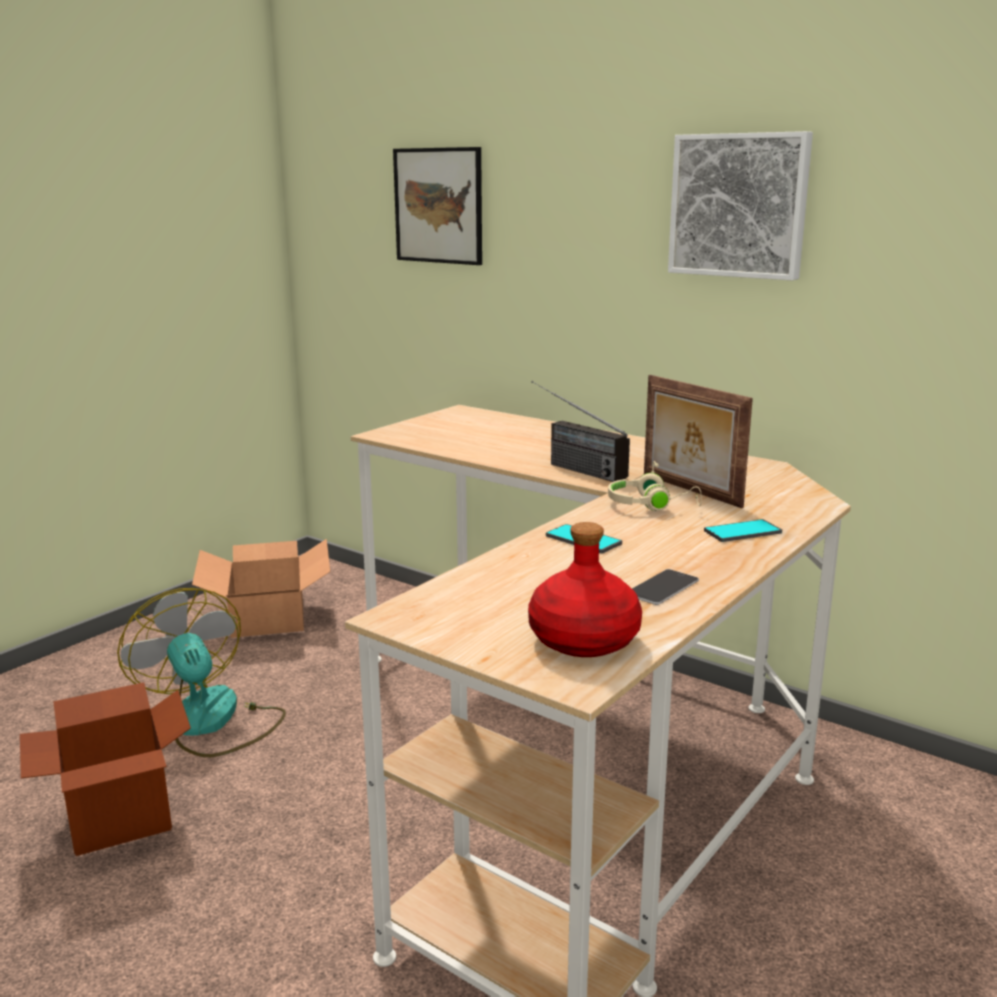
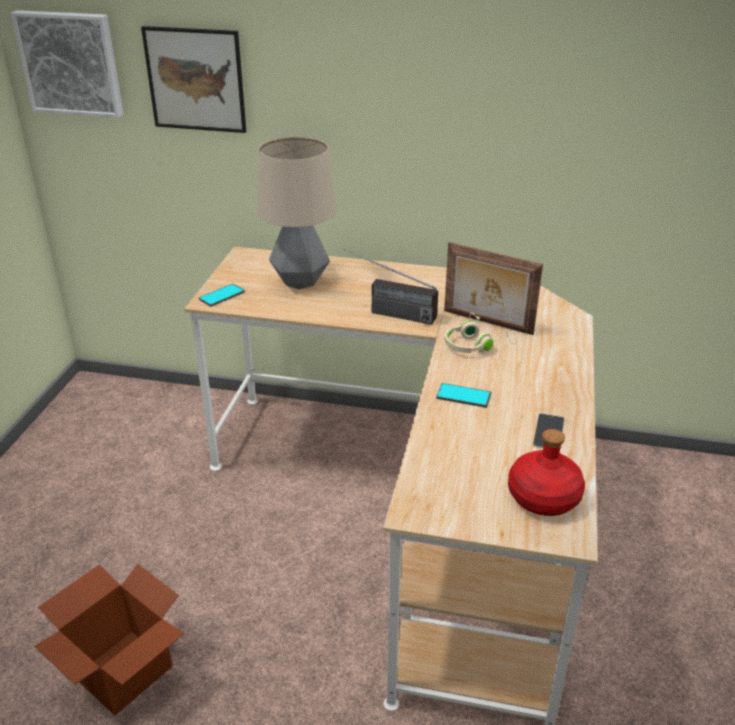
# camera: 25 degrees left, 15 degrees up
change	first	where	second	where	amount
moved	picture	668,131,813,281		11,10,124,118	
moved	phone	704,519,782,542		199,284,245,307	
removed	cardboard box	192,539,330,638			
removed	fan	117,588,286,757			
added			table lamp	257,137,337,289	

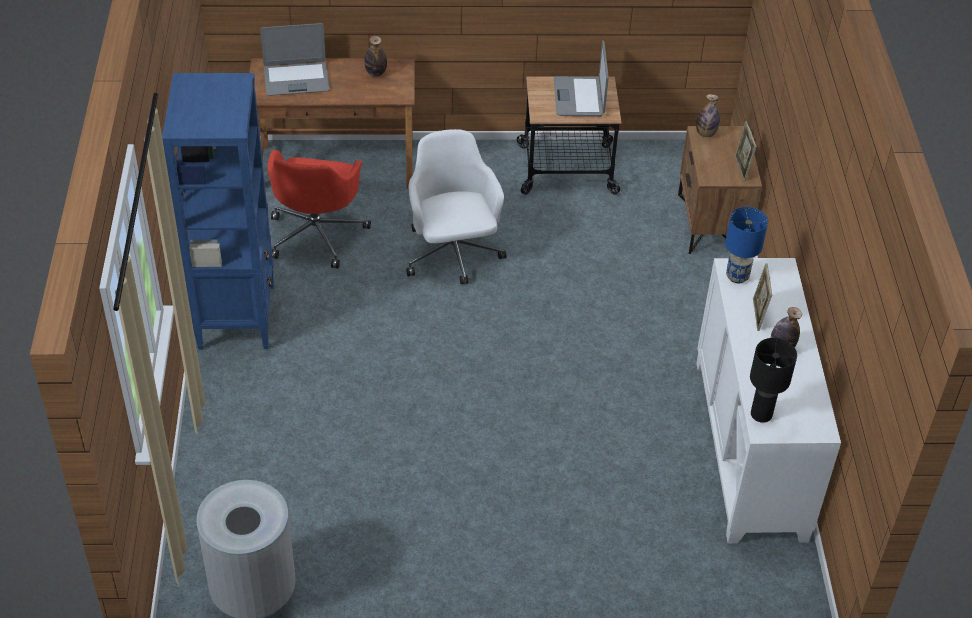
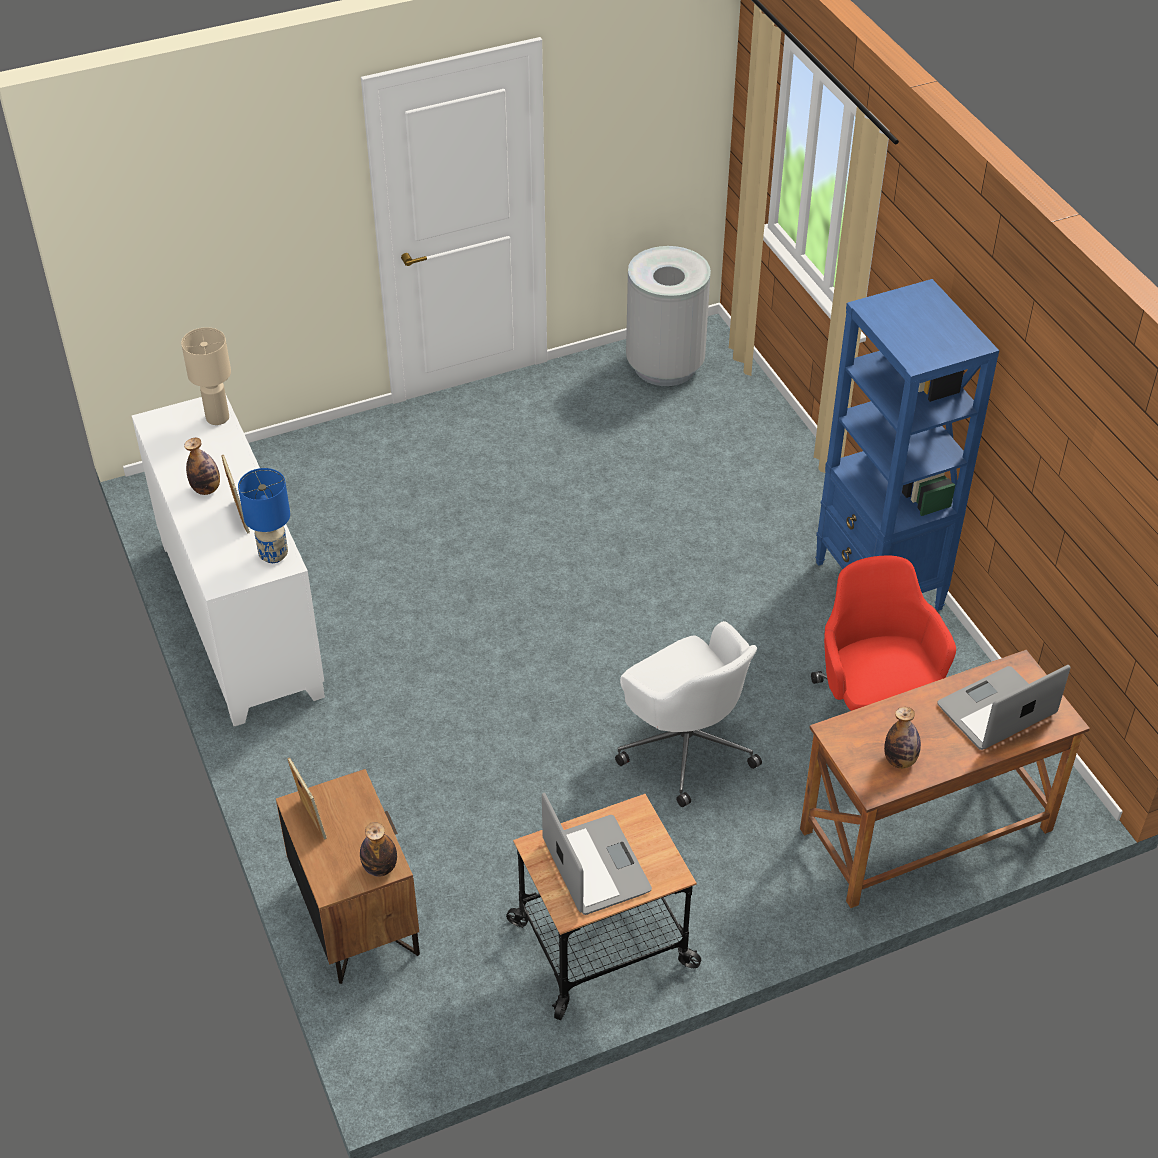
# camera: 160 degrees right, 0 degrees up
change	first	where	second	where	amount
recoloured	table lamp (black)	750,338,797,423	table lamp (beige)	181,327,231,425	

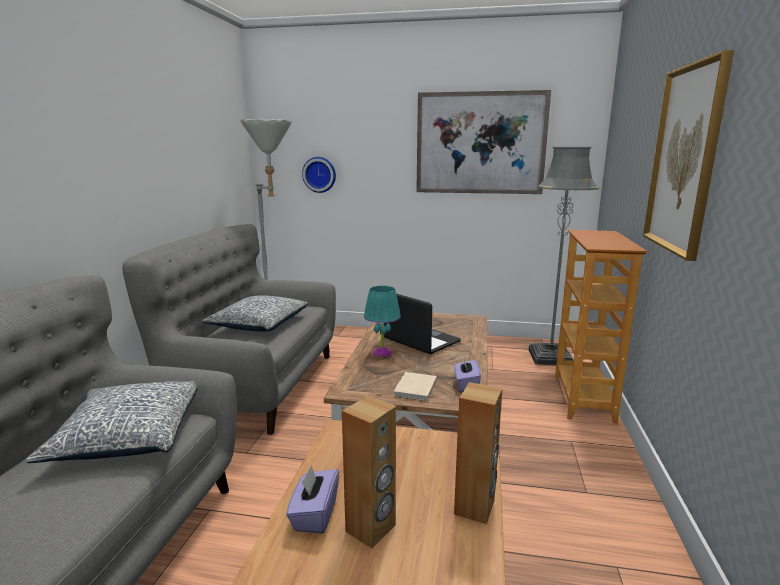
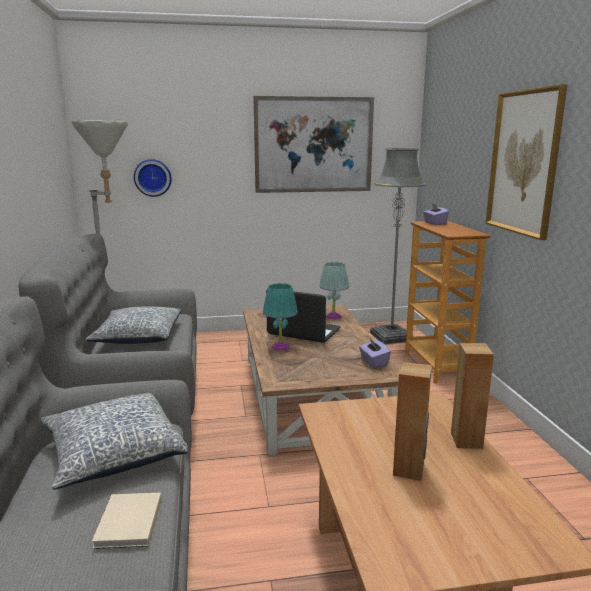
# camera: 20 degrees left, 0 degrees up
change	first	where	second	where	amount
moved	book (beige)	394,372,437,401		92,493,161,549	
moved	tissue box (purple)	286,466,339,534		423,203,449,225	
added			table lamp (turquoise)	319,262,349,319	

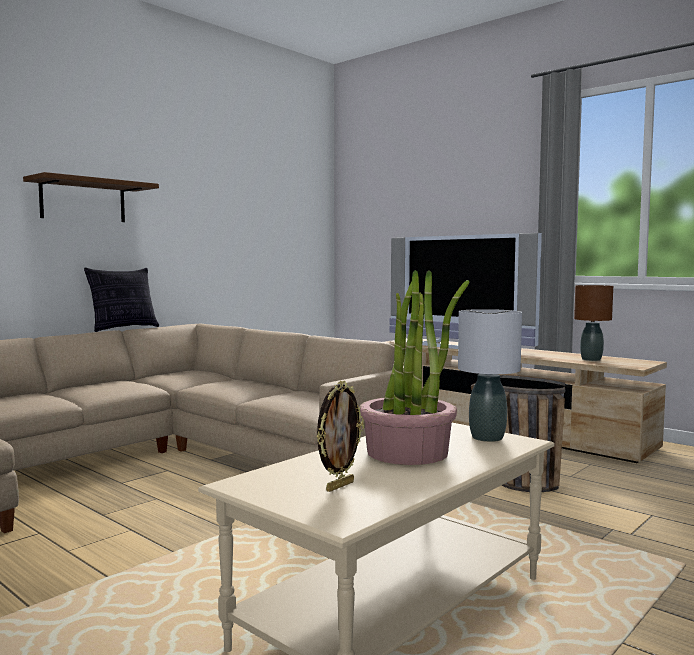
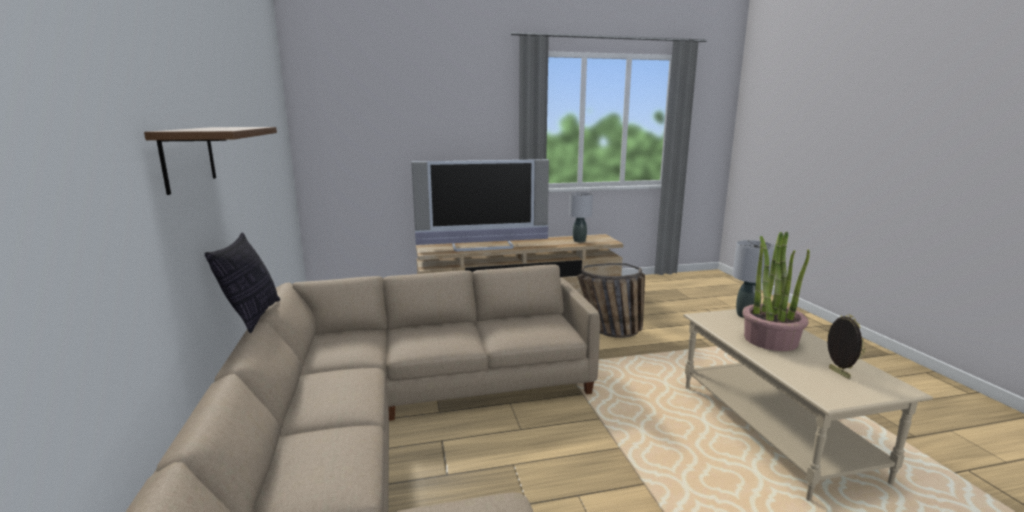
# camera: 55 degrees left, 10 degrees up
change	first	where	second	where	amount
recoloured	table lamp (brown)	574,285,613,361	table lamp (grey)	569,192,593,242	

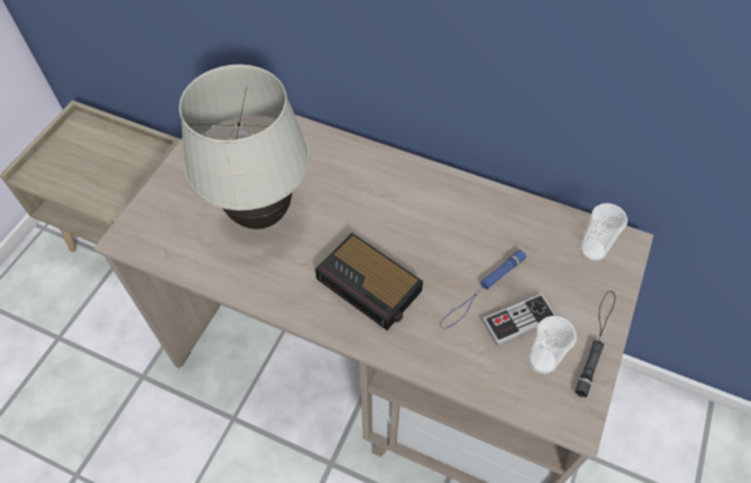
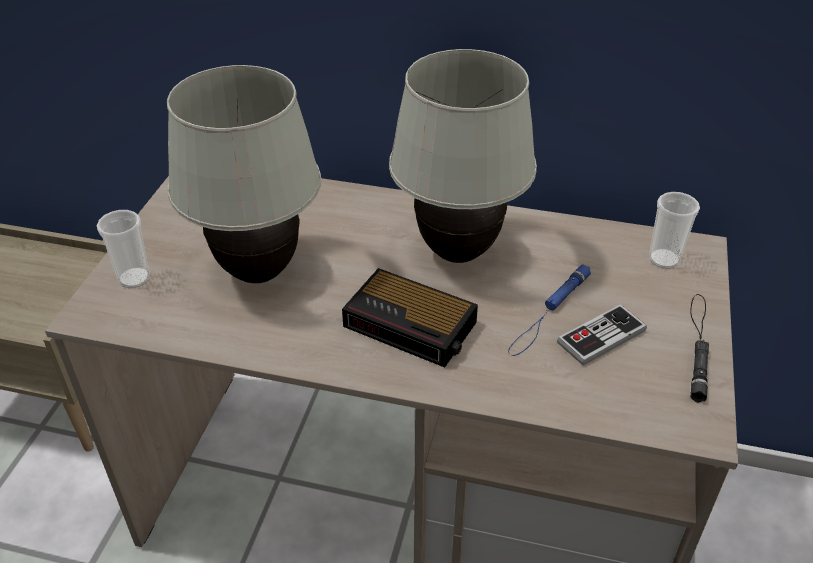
# camera: 10 degrees left, 15 degrees down
change	first	where	second	where	amount
moved	cup	528,316,577,374		97,210,150,288	
added			table lamp (white)	389,49,537,263	

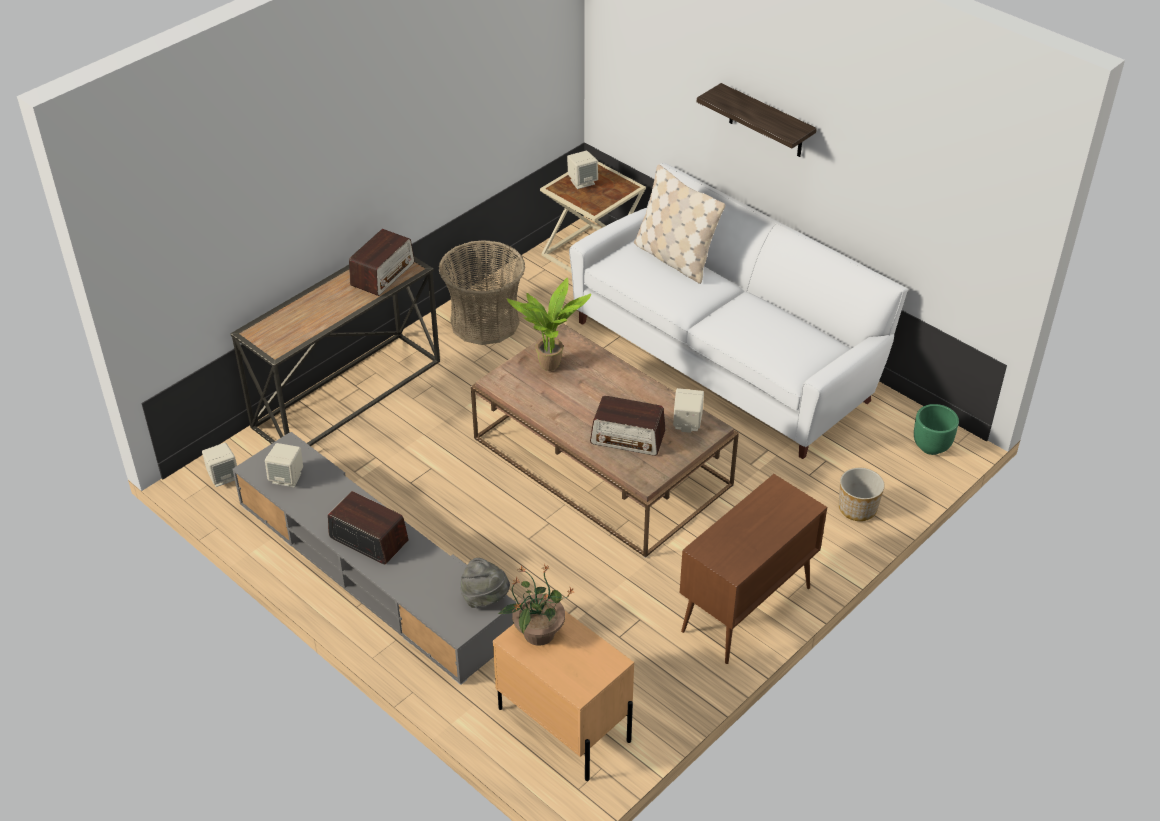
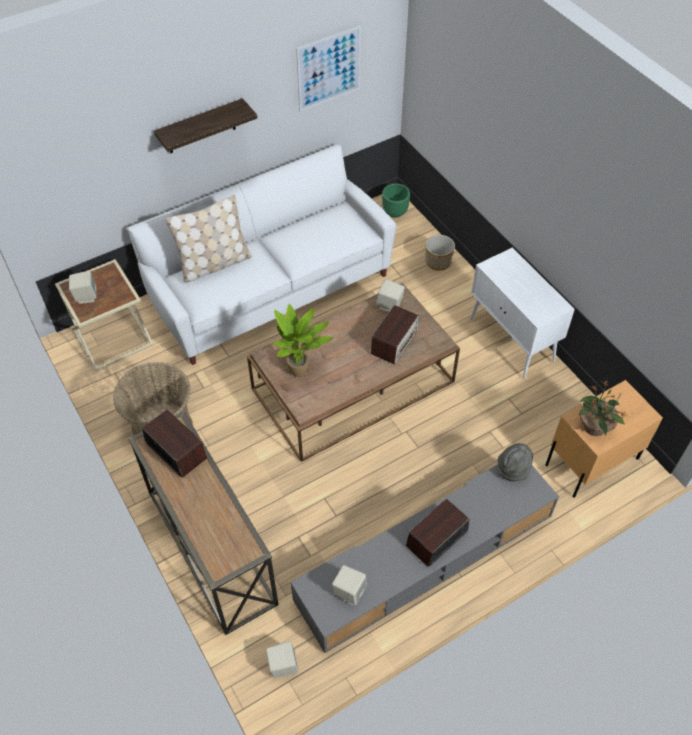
# camera: 75 degrees left, 10 degrees up
change	first	where	second	where	amount
recoloured	cabinet (brown)	680,474,827,664	cabinet (white)	470,247,575,379	
added			picture	296,26,361,112	

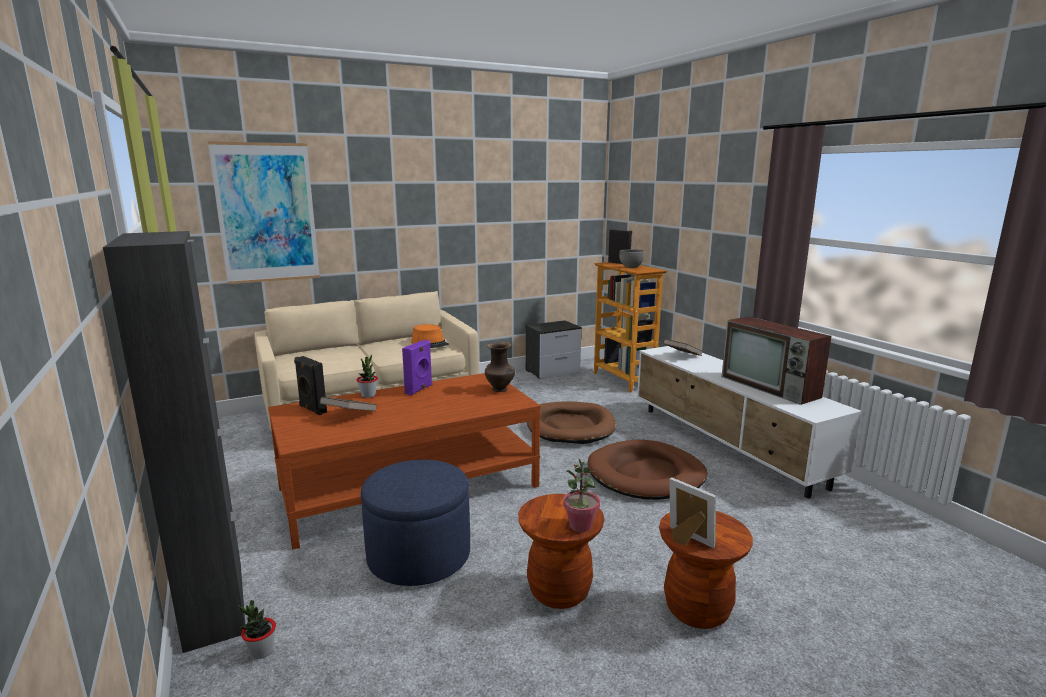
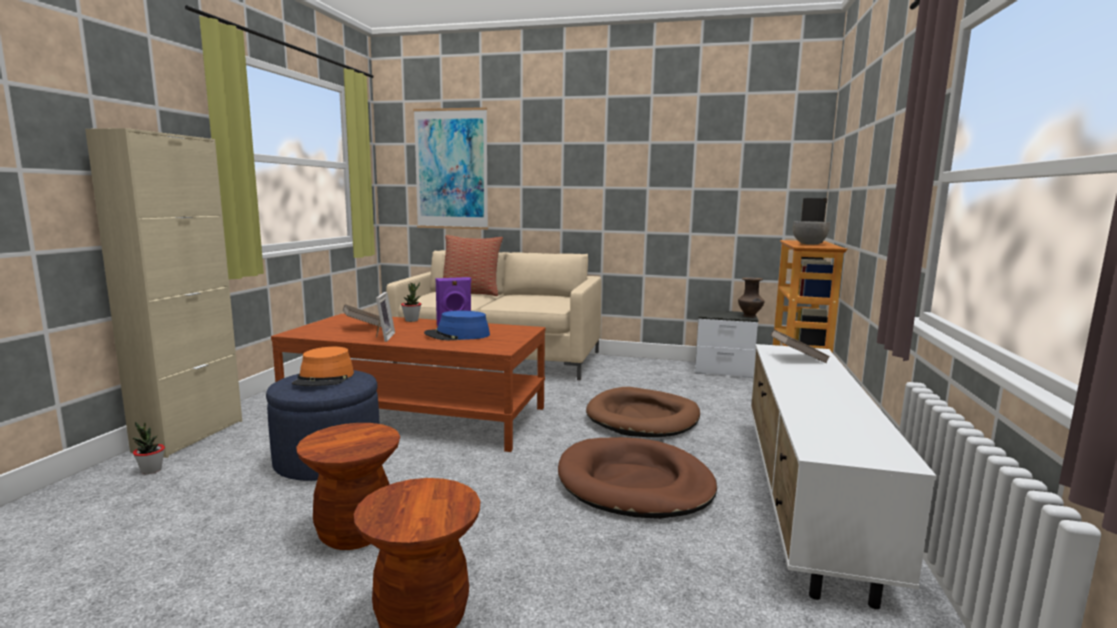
# camera: 40 degrees right, 5 degrees down
change	first	where	second	where	amount
recoloured	cabinet (black)	103,231,245,653	cabinet (beige)	85,128,242,458	
removed	television	722,316,831,405			
moved	hat (orange)	411,324,449,348		292,347,354,386	
moved	vase (brown)	485,342,515,392		738,277,764,318	
removed	speaker (black)	294,356,327,415			
removed	potted plant	563,459,600,532			
moved	picture frame	669,477,716,548		376,292,395,342	
added			pillow	443,235,503,296	
added			hat (blue)	424,311,490,340	

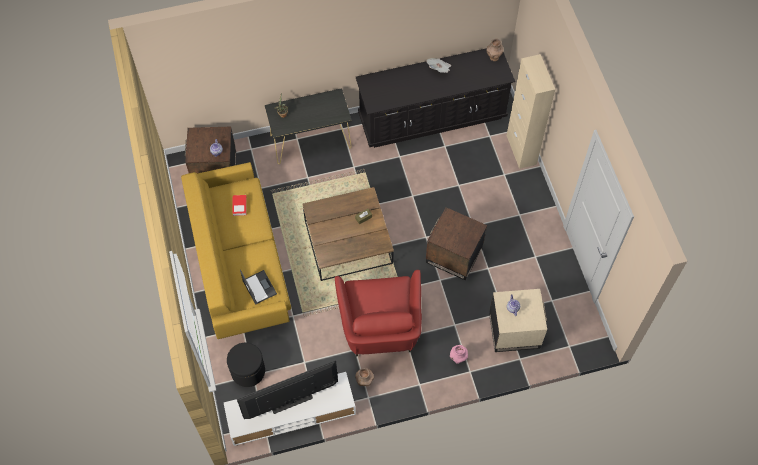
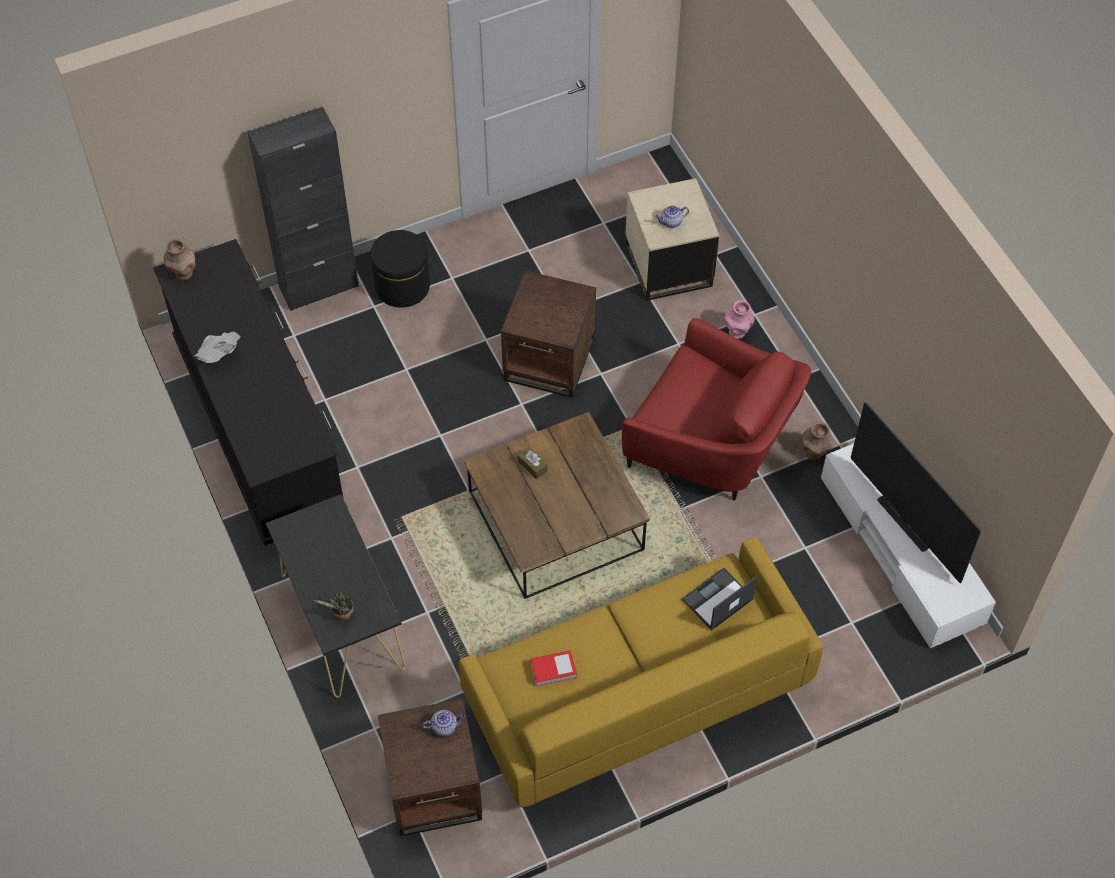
# camera: 100 degrees left, 5 degrees down
change	first	where	second	where	amount
recoloured	cabinet (beige)	507,54,555,169	cabinet (black)	247,107,359,311	
turned	armchair (red)	335,270,422,357		622,318,811,501	45 degrees clockwise
moved	ottoman (black)	227,342,265,387		370,230,430,307	

